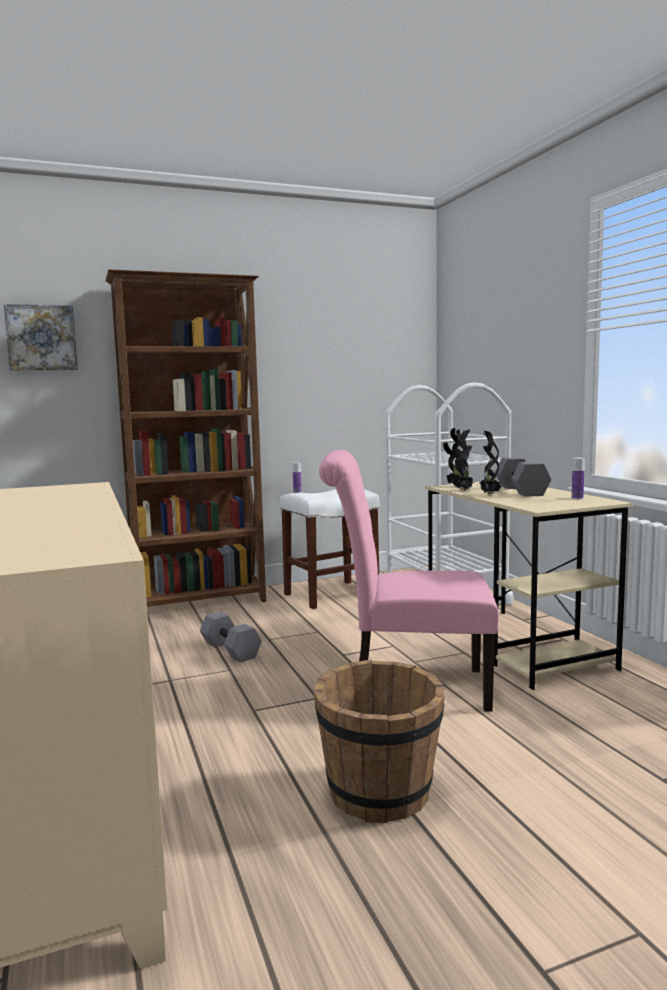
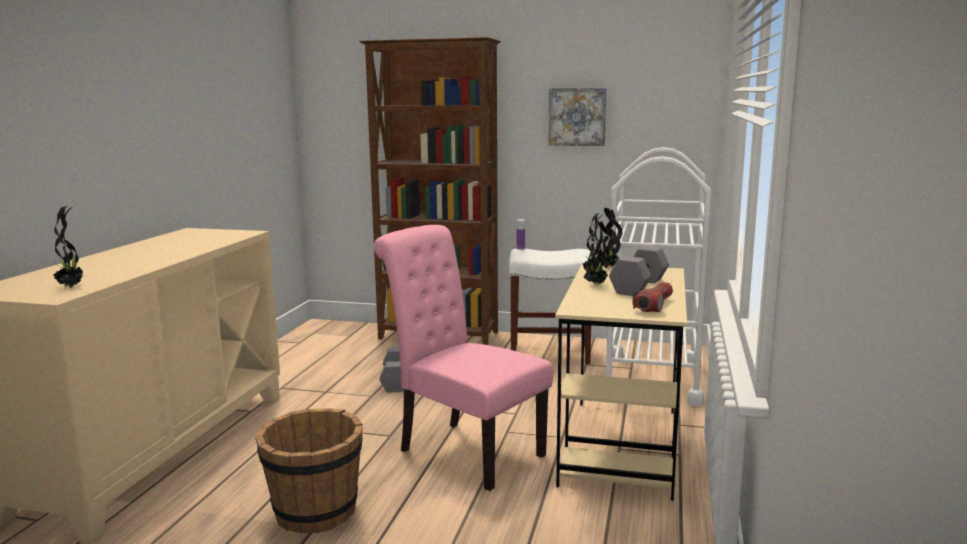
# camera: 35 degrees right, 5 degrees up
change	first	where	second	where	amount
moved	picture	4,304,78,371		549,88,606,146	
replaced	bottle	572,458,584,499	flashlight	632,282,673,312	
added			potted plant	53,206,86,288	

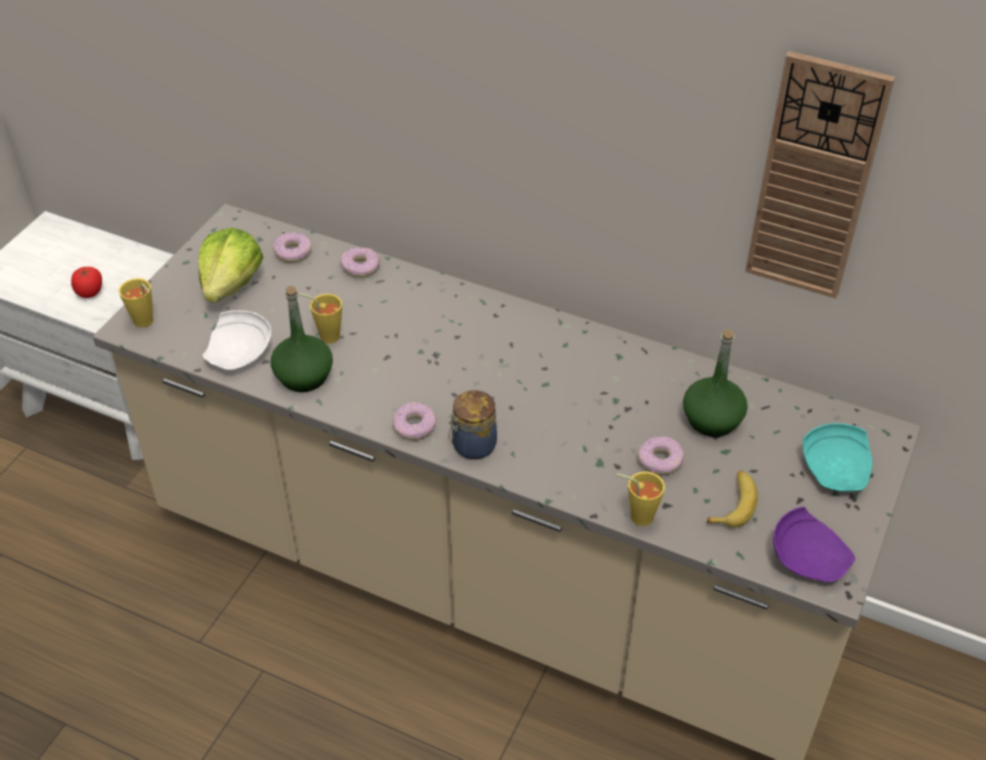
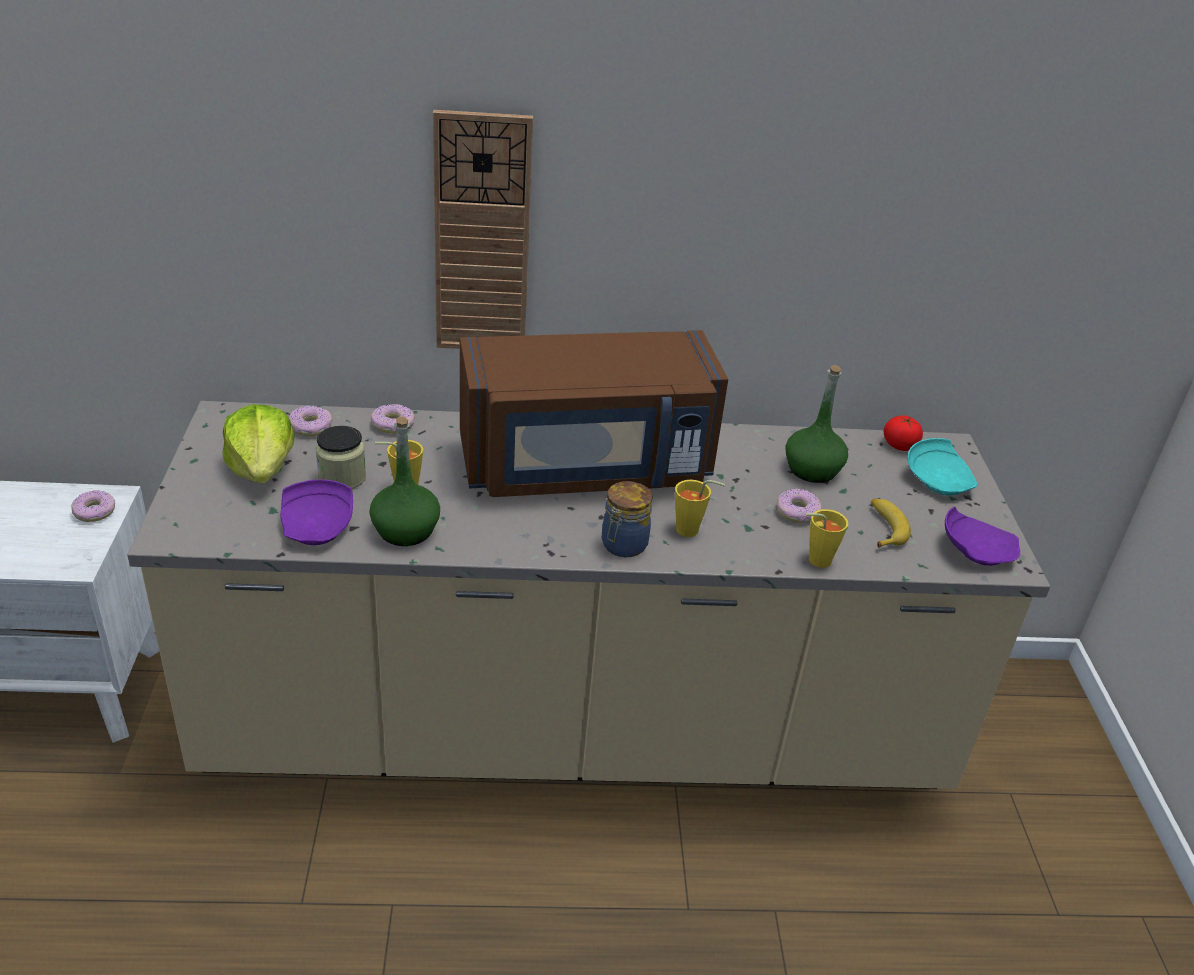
# camera: 30 degrees left, 10 degrees down
change	first	where	second	where	amount
moved	wall clock	745,51,895,299		433,110,533,349	
moved	tomato	71,267,102,298		884,416,923,451	
moved	cup (yellow)	119,278,153,328		675,480,725,537	
recoloured	plate (white)	203,310,271,370	plate (purple)	280,479,353,545	
moved	donut	392,402,436,440		71,490,115,522	
added			microwave (brown)	460,330,728,497	
added			jar	315,426,366,489	

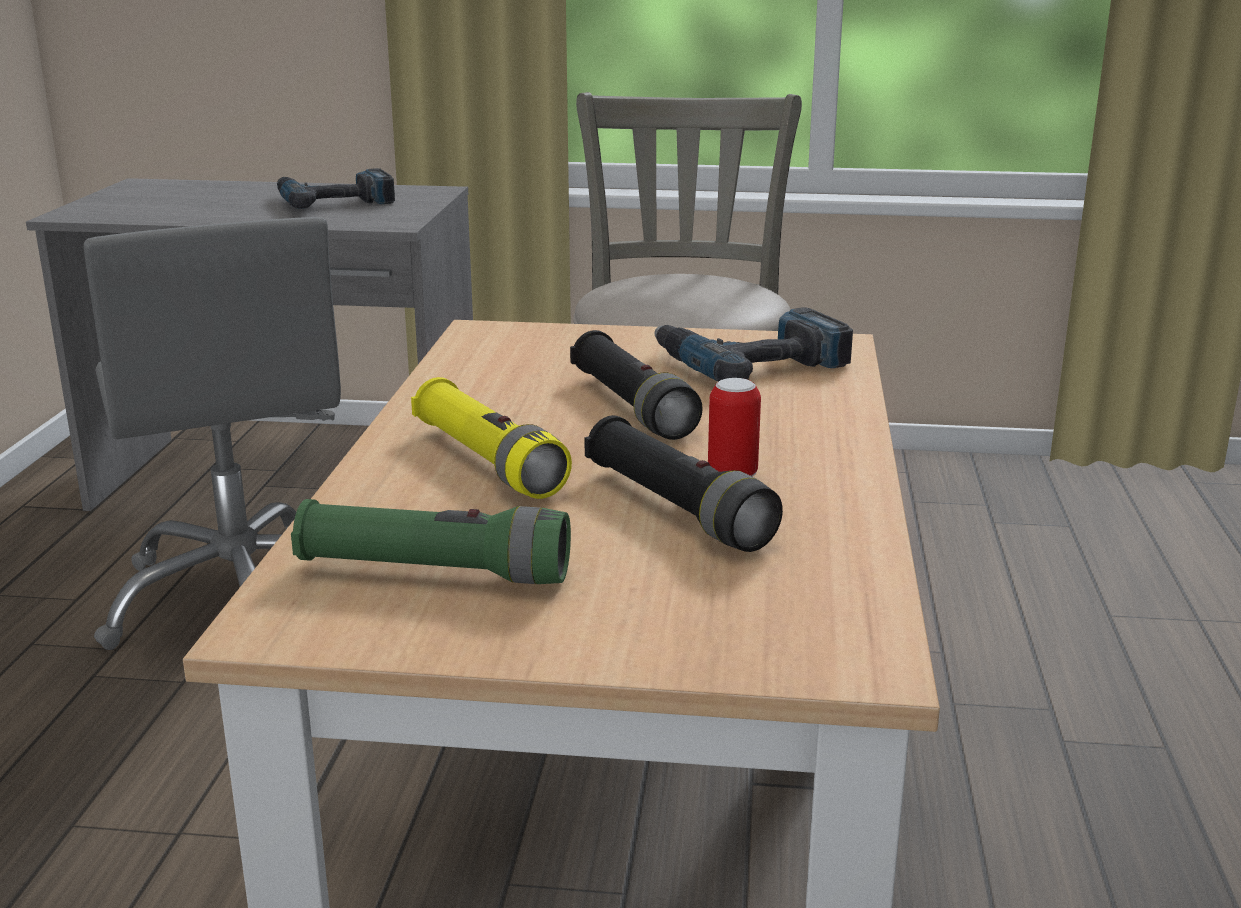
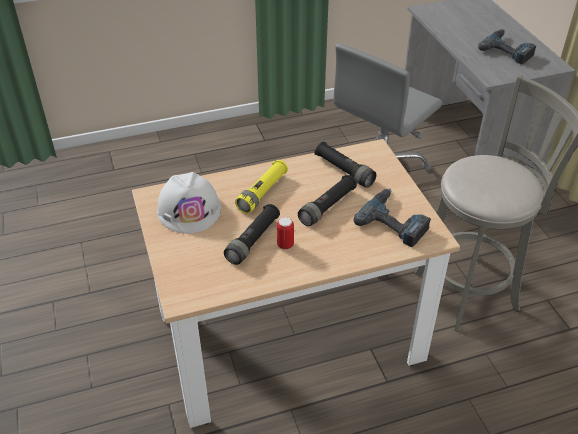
# camera: 65 degrees right, 20 degrees up
change	first	where	second	where	amount
replaced	flashlight (green)	291,499,571,584	hard hat (white)	157,172,221,234	
added			flashlight (black)	315,142,377,188	

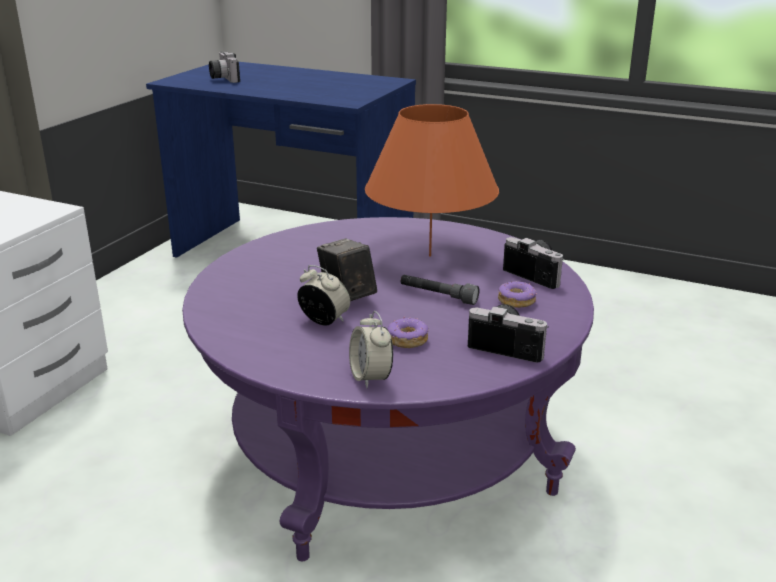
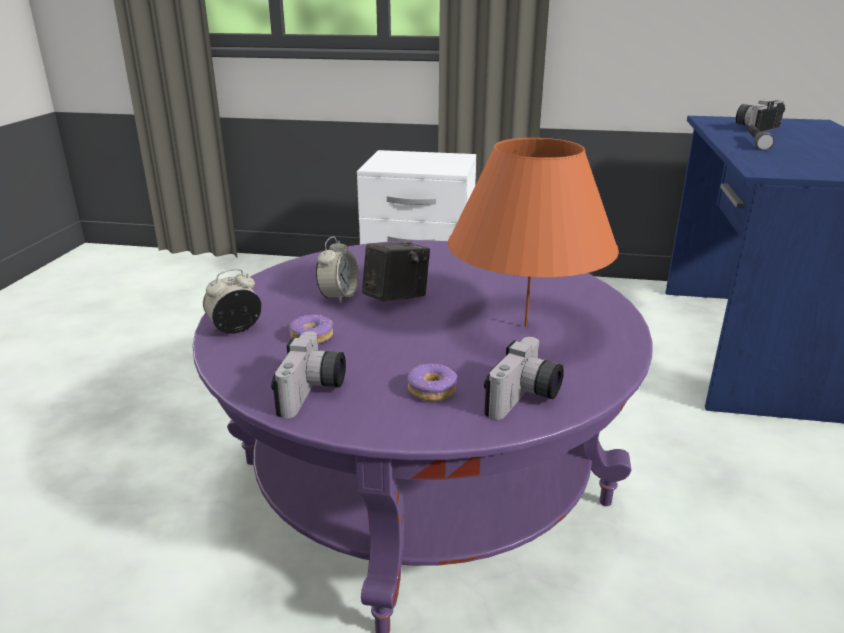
# camera: 75 degrees right, 0 degrees up
change	first	where	second	where	amount
moved	flashlight (grey)	400,275,479,305		747,125,774,150	

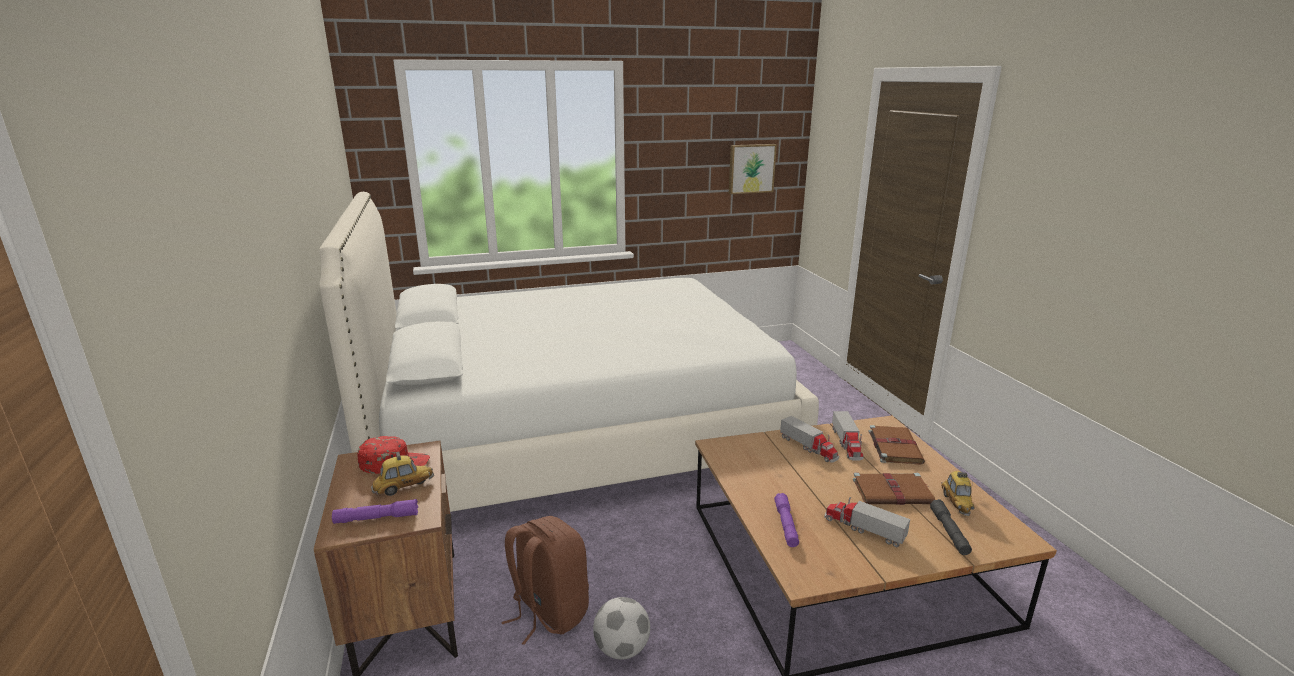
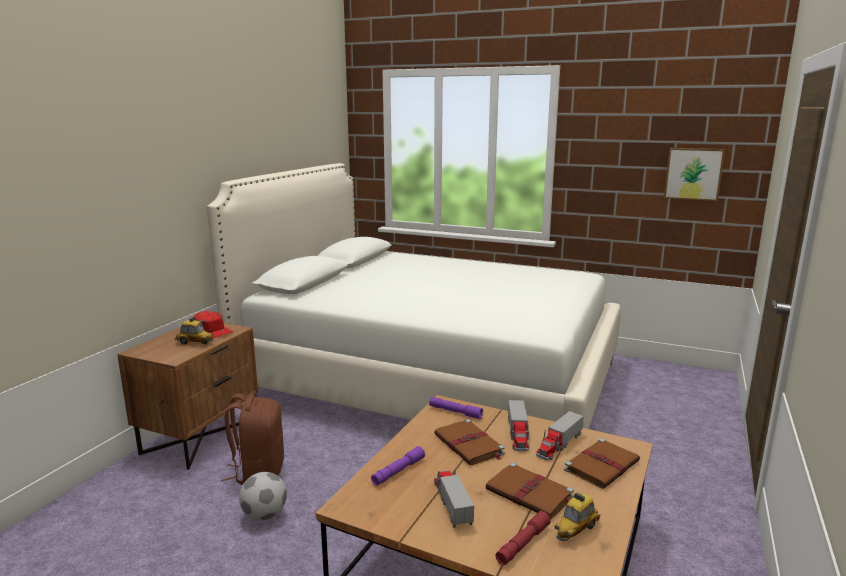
# camera: 40 degrees right, 5 degrees down
change	first	where	second	where	amount
moved	flashlight (purple)	332,499,418,524		429,397,483,419	
recoloured	flashlight (grey)	930,499,972,555	flashlight (red)	496,511,551,565	
added			book (brown)	434,419,505,465	

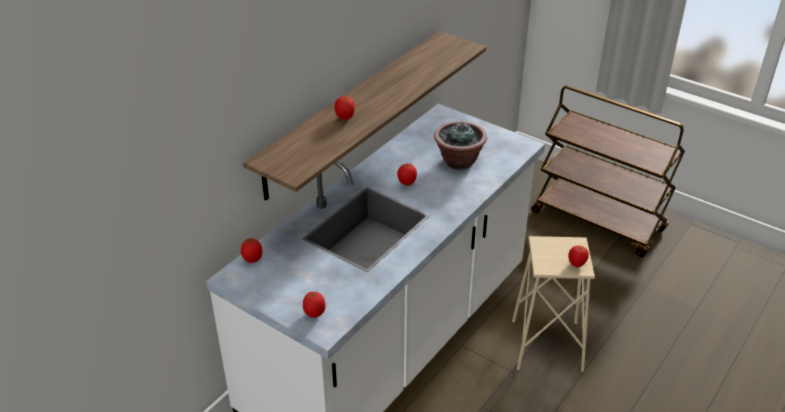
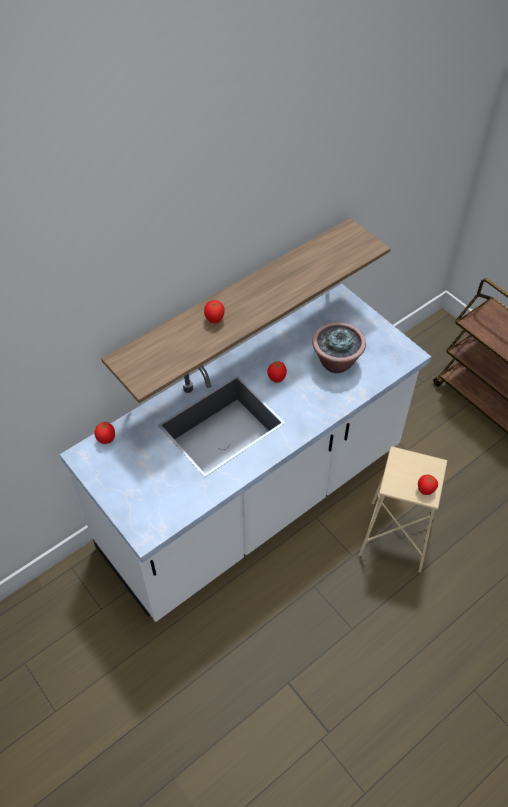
# camera: 15 degrees right, 15 degrees up
change	first	where	second	where	amount
removed	tomato	303,292,326,318			

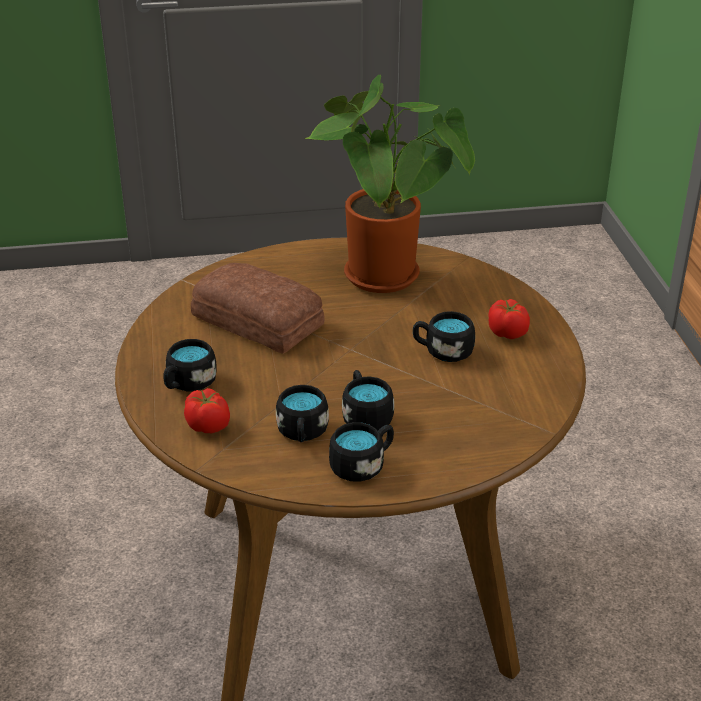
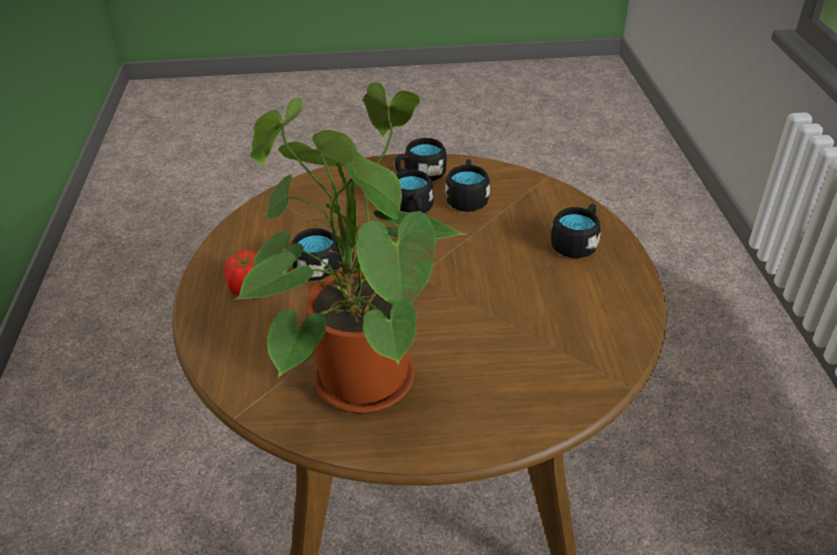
# camera: 175 degrees left, 5 degrees up
change	first	where	second	where	amount
removed	bread	191,263,324,354			
removed	tomato	184,388,230,434			

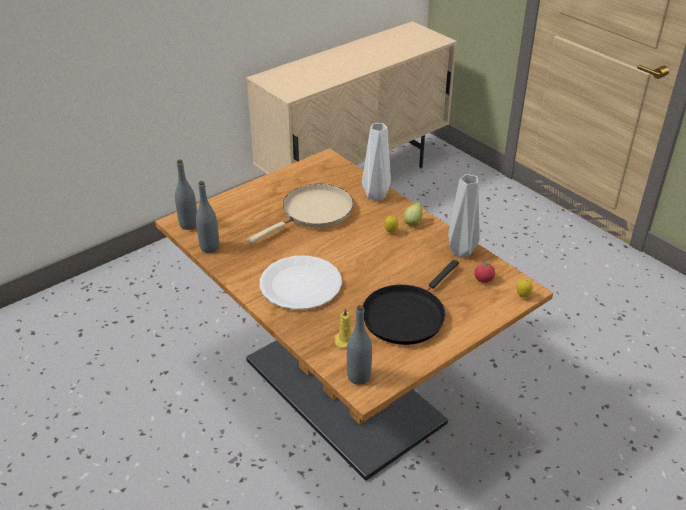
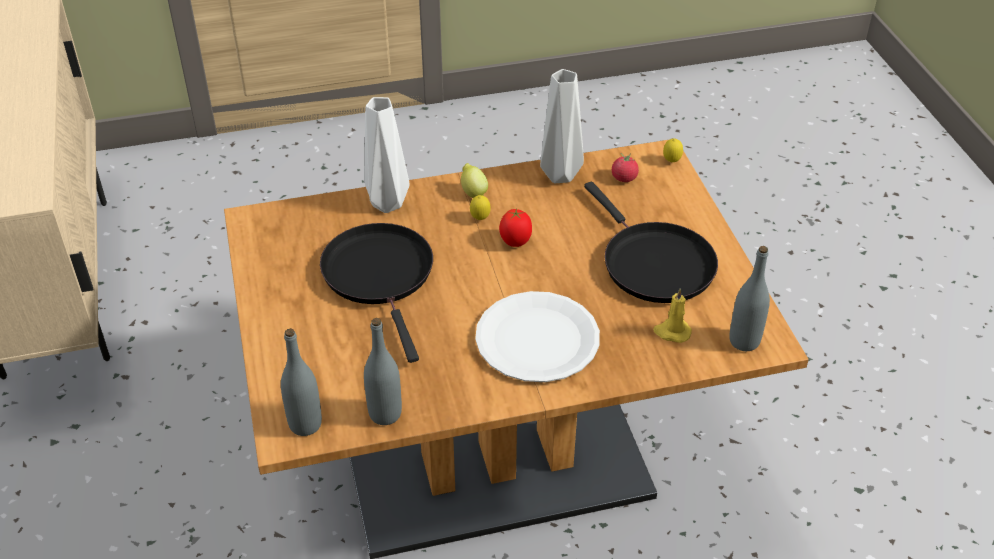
# camera: 65 degrees left, 5 degrees up
change	first	where	second	where	amount
recoloured	frying pan (beige)	247,184,353,244	frying pan (black)	320,223,433,363	
added			tomato	499,208,532,247	

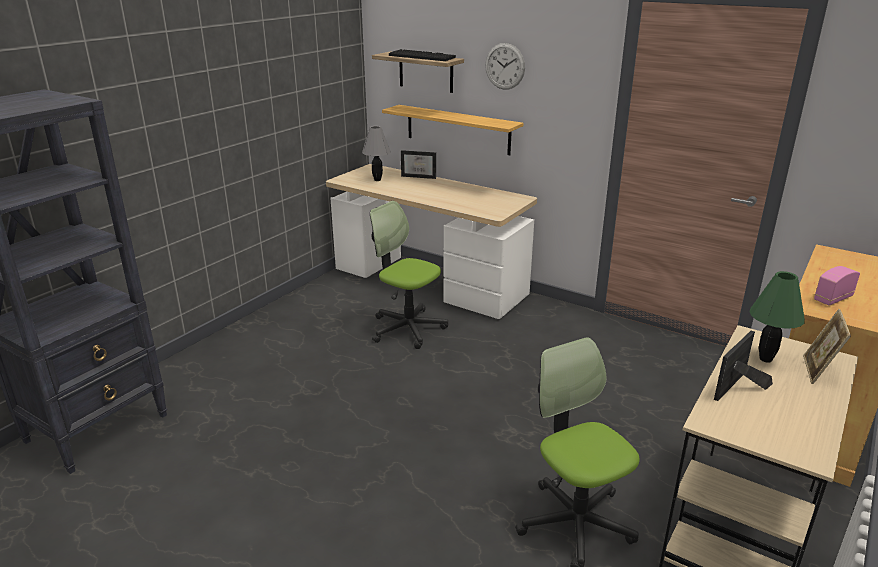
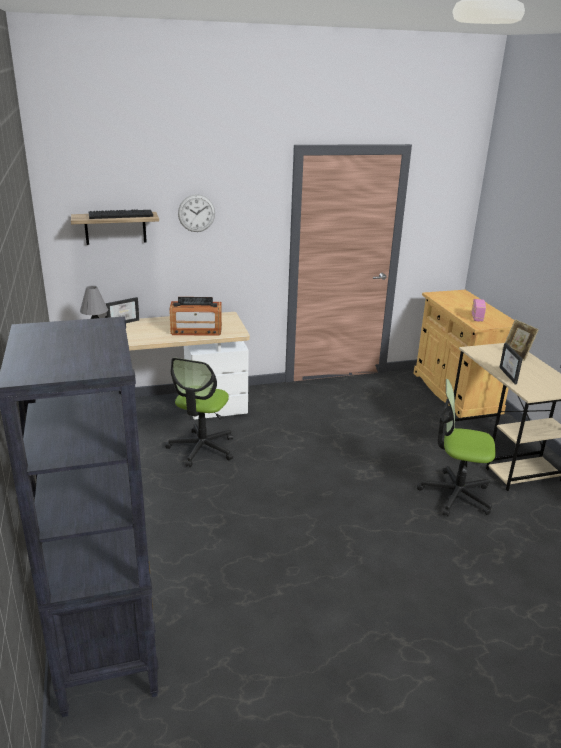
# camera: 50 degrees left, 0 degrees up
change	first	where	second	where	amount
removed	shelf	382,105,524,155			
turned	office chair	370,201,448,349		165,358,233,467	60 degrees counterclockwise
removed	table lamp (green)	750,271,805,363			
added			radio	170,297,222,336	

